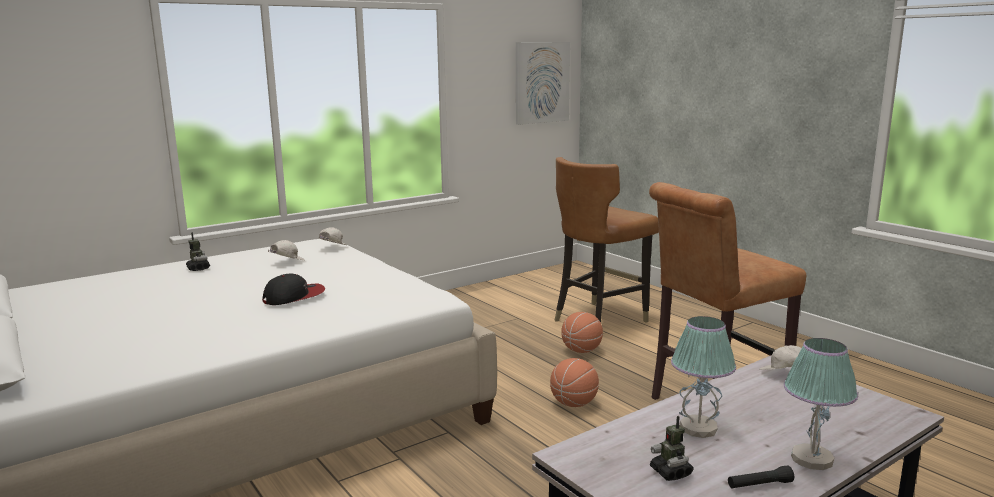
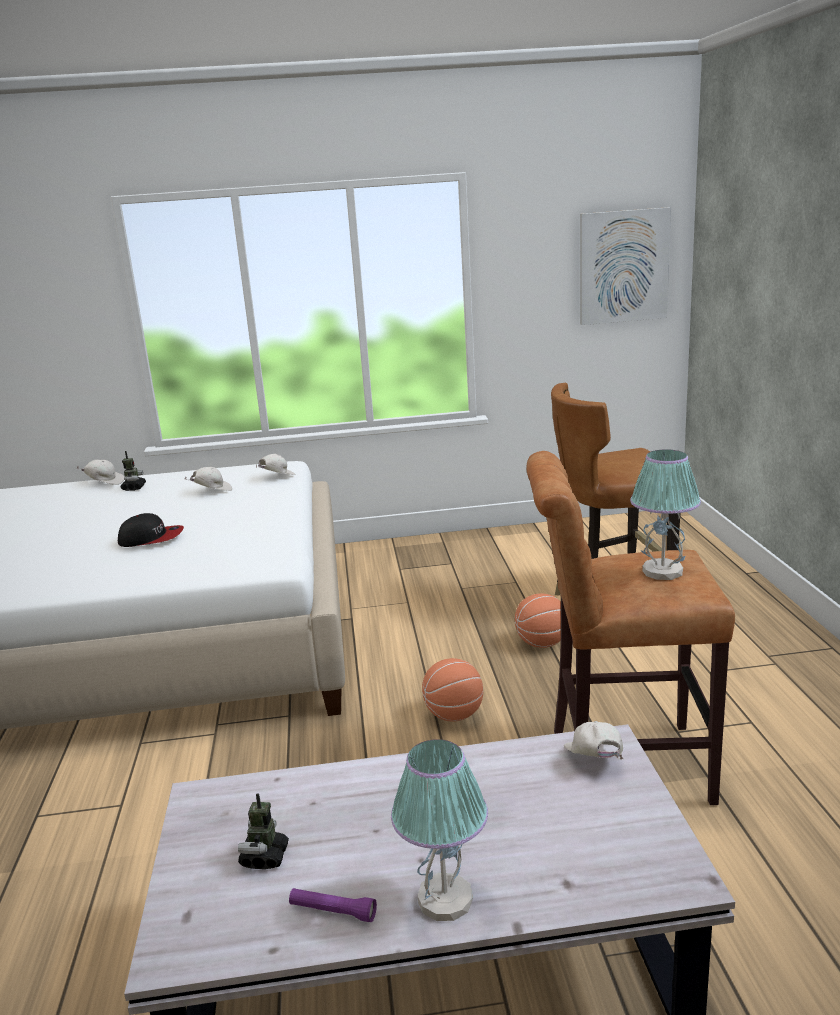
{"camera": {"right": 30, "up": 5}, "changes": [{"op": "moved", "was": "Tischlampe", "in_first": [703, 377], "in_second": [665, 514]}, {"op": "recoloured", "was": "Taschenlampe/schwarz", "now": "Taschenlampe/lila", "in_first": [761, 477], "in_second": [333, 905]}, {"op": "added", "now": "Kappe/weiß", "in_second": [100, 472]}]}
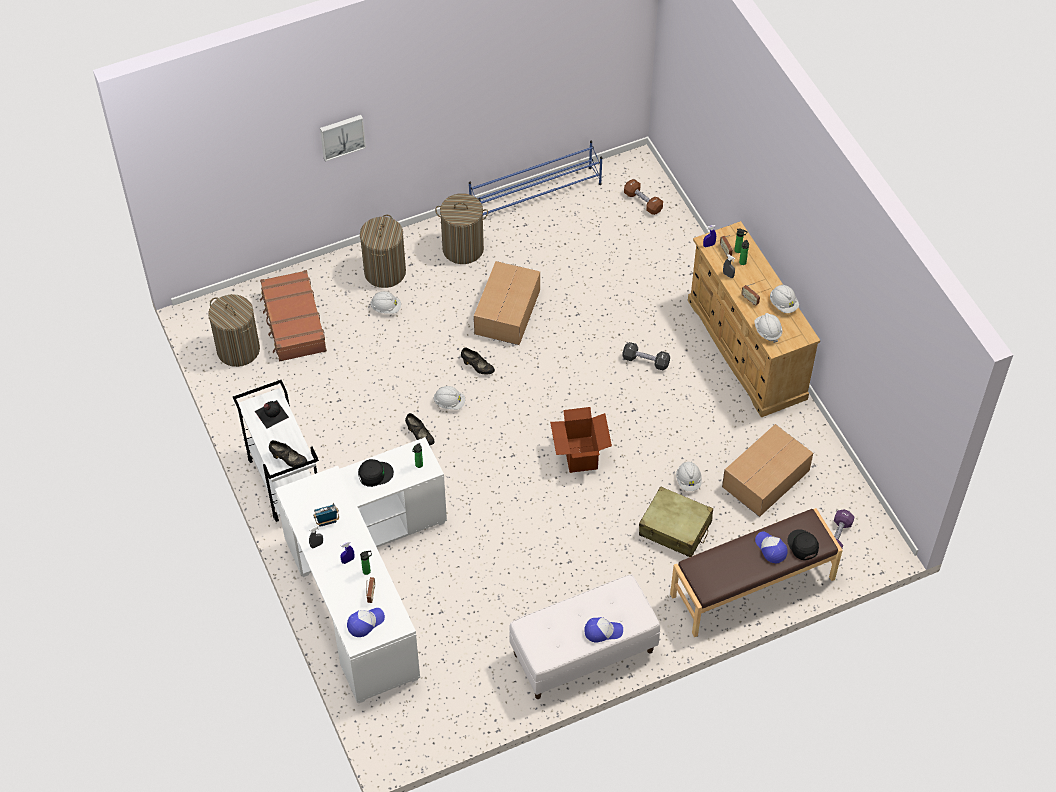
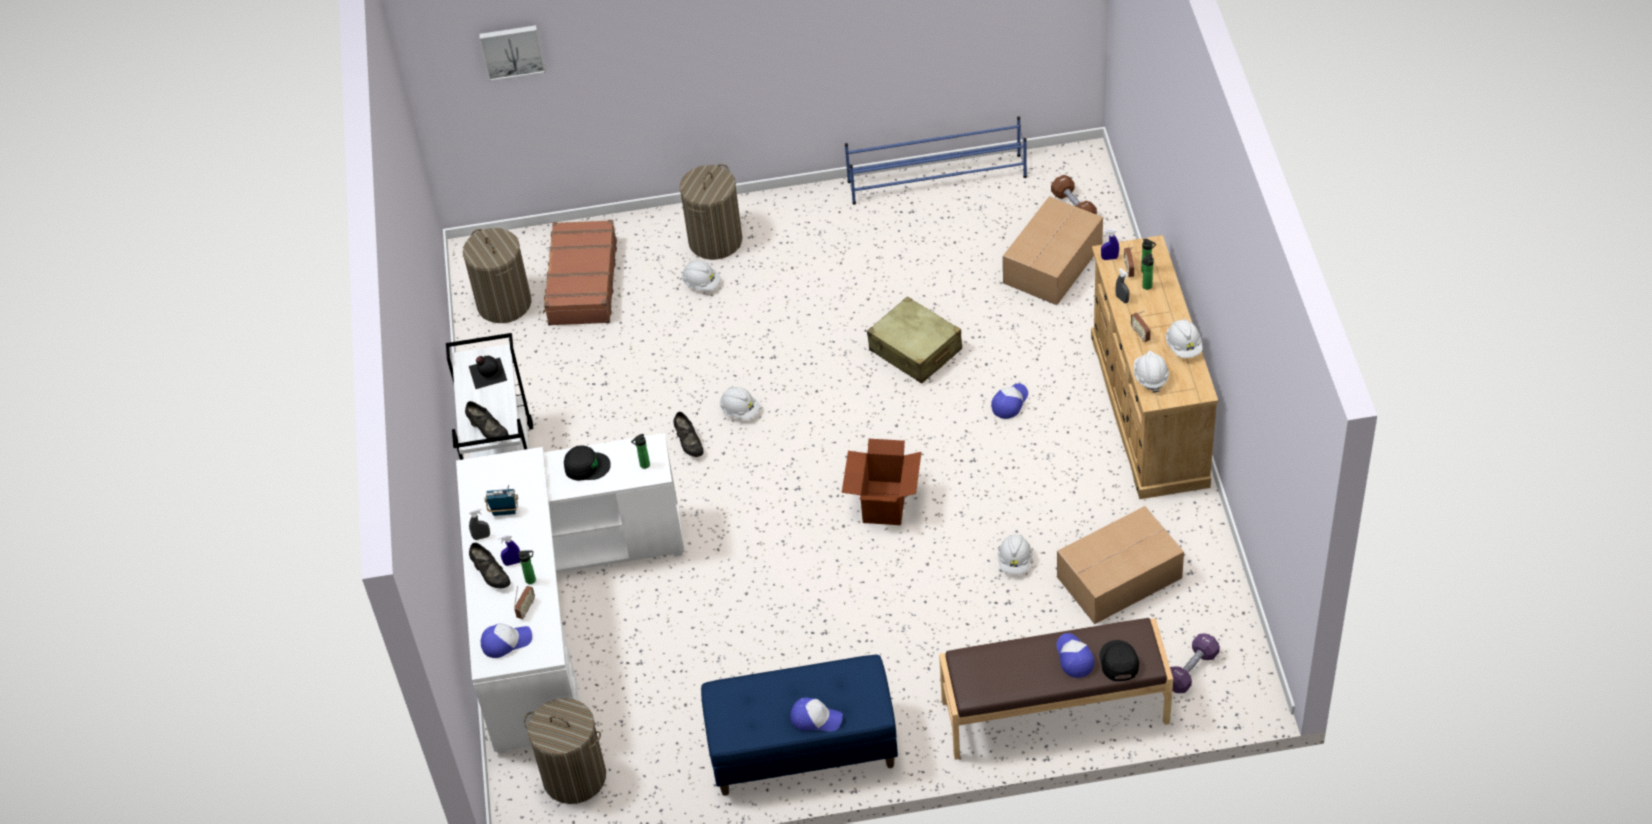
{"camera": {"right": 20, "up": -5}, "changes": [{"op": "moved", "was": "Bild", "in_first": [343, 138], "in_second": [512, 53]}, {"op": "moved", "was": "Wäschekorb", "in_first": [461, 228], "in_second": [565, 751]}, {"op": "moved", "was": "Karton", "in_first": [507, 303], "in_second": [1053, 250]}, {"op": "replaced", "was": "Hantel/schwarz", "now": "Kappe", "in_first": [646, 356], "in_second": [1009, 401]}, {"op": "moved", "was": "Schuh/schwarz", "in_first": [478, 360], "in_second": [490, 566]}, {"op": "moved", "was": "Koffer/beige", "in_first": [676, 521], "in_second": [914, 340]}, {"op": "recoloured", "was": "Bank/weiß", "now": "Bank/blau", "in_first": [584, 636], "in_second": [799, 725]}]}
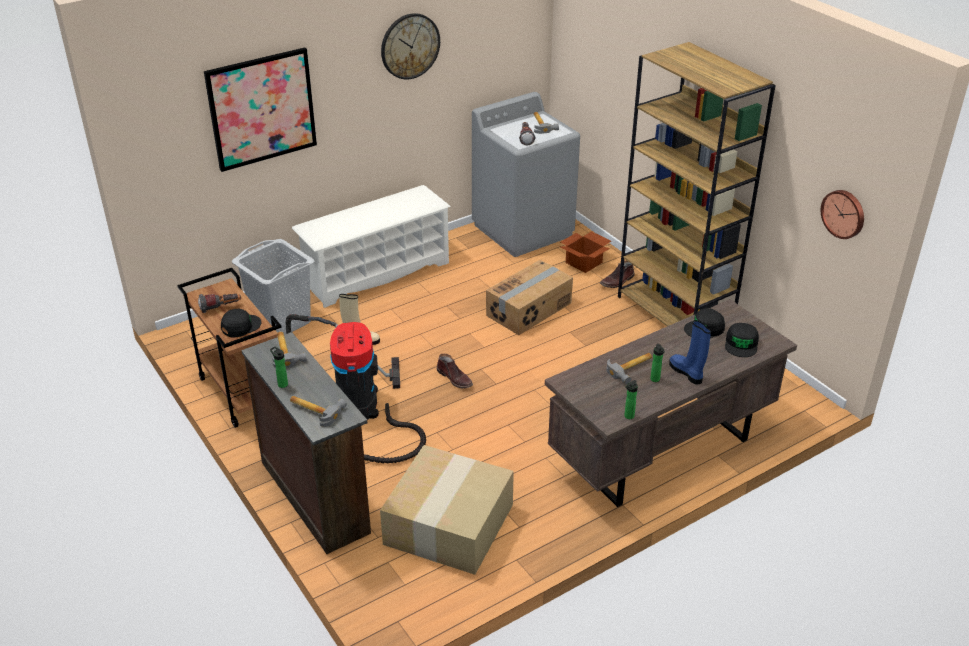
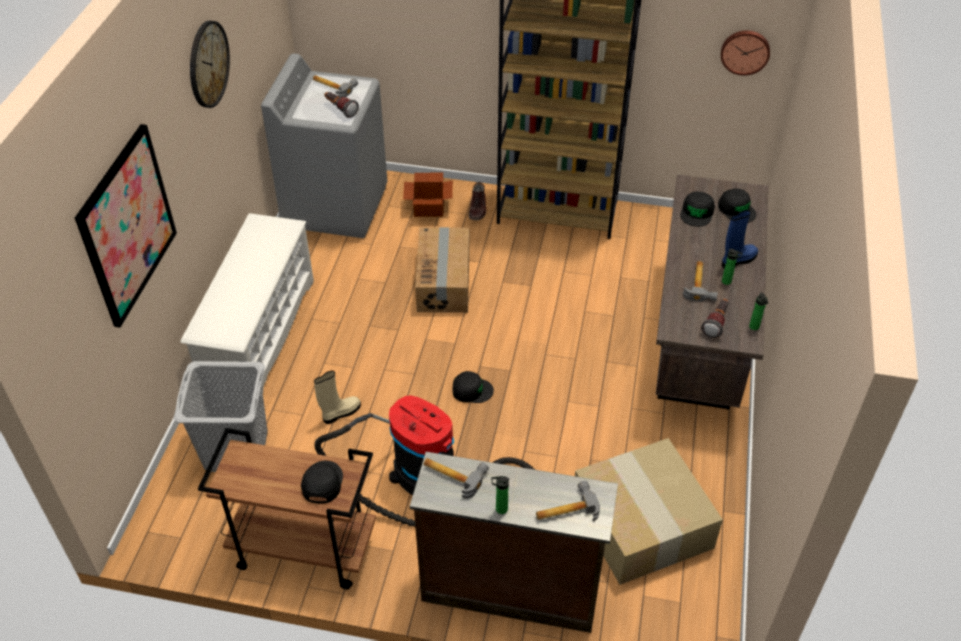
{"camera": {"right": -45, "up": 10}, "changes": [{"op": "moved", "was": "Taschenlampe", "in_first": [219, 303], "in_second": [714, 318]}, {"op": "turned", "was": "Stiefel/blau", "in_first": [690, 352], "in_second": [740, 239], "clockwise": 135}, {"op": "replaced", "was": "Stiefel/braun", "now": "Kappe/schwarz", "in_first": [455, 371], "in_second": [473, 387]}]}
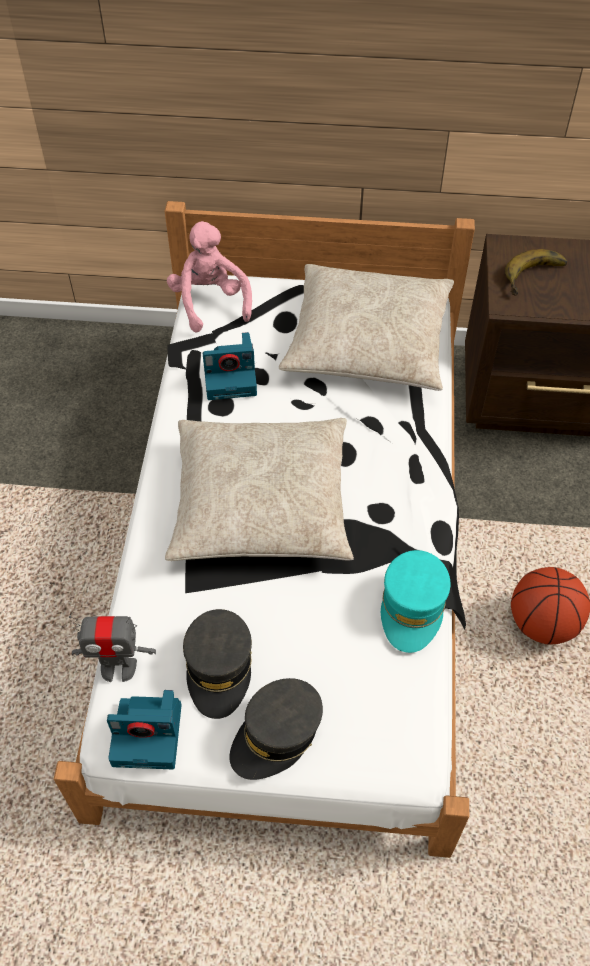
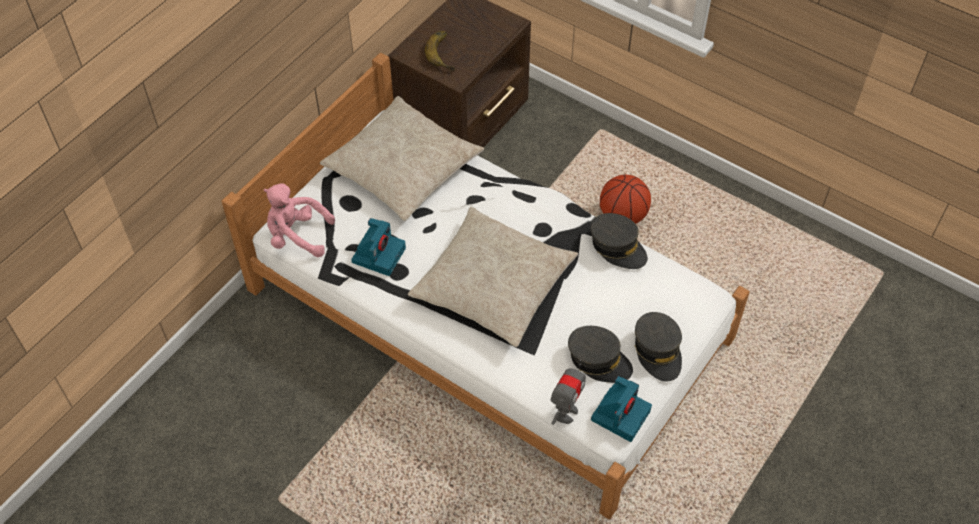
{"camera": {"right": -60, "up": 0}, "changes": [{"op": "recoloured", "was": "Kappe/türkis", "now": "Kappe/grau", "in_first": [416, 601], "in_second": [619, 241]}]}
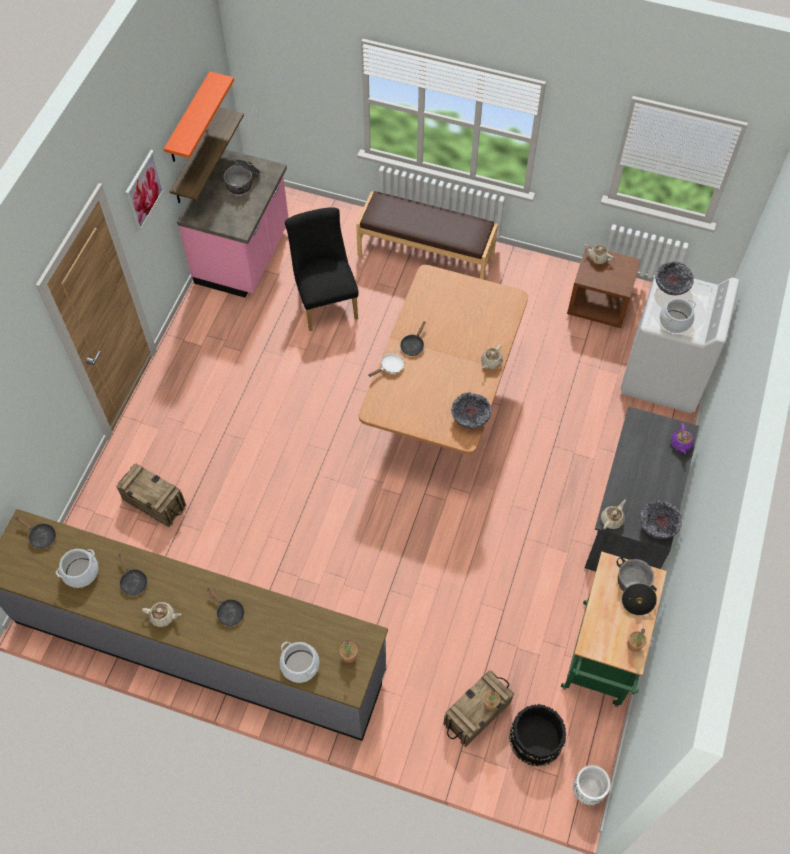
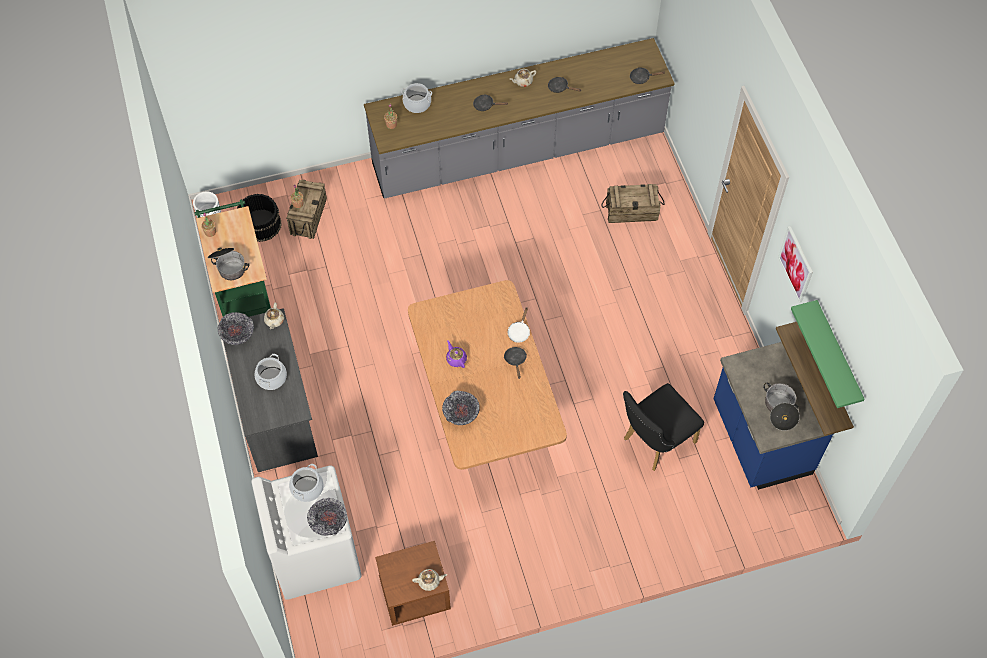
{"camera": {"right": 145, "up": 0}, "changes": [{"op": "recoloured", "was": "Wandregal/orange", "now": "Wandregal/grün", "in_first": [199, 116], "in_second": [827, 354]}, {"op": "recoloured", "was": "Küchenzeile/rosa", "now": "Küchenzeile/blau", "in_first": [233, 223], "in_second": [774, 416]}, {"op": "removed", "was": "Bank/braun", "in_first": [427, 235]}, {"op": "turned", "was": "Stuhl/schwarz", "in_first": [322, 269], "in_second": [663, 427], "clockwise": 105}, {"op": "removed", "was": "Teekanne/beige", "in_first": [492, 356]}, {"op": "moved", "was": "Schüssel", "in_first": [471, 410], "in_second": [461, 408]}, {"op": "moved", "was": "Teekanne/lila", "in_first": [682, 438], "in_second": [456, 354]}, {"op": "moved", "was": "Kochtopf", "in_first": [77, 568], "in_second": [270, 372]}]}
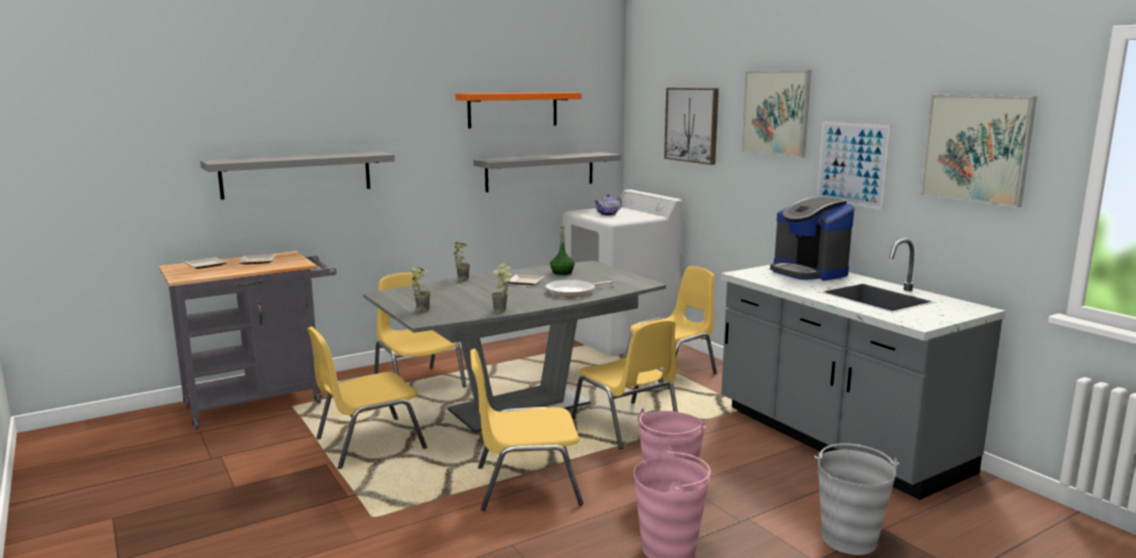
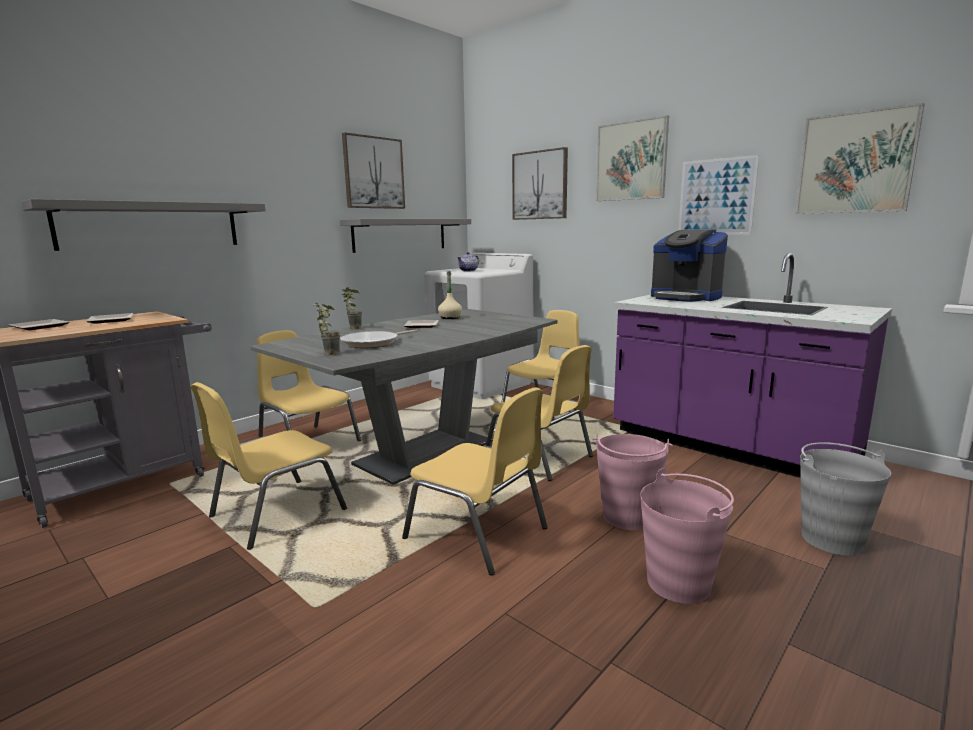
{"camera": {"right": -15, "up": 0}, "changes": [{"op": "replaced", "was": "Wandregal/orange", "now": "Bild", "in_first": [518, 110], "in_second": [373, 170]}, {"op": "recoloured", "was": "Flasche/grün", "now": "Flasche/beige", "in_first": [562, 250], "in_second": [450, 295]}, {"op": "recoloured", "was": "Küchenzeile/grau", "now": "Küchenzeile/lila", "in_first": [863, 369], "in_second": [752, 365]}, {"op": "removed", "was": "Topfpflanze", "in_first": [501, 287]}, {"op": "moved", "was": "Pfanne", "in_first": [580, 288], "in_second": [379, 338]}, {"op": "turned", "was": "Stuhl/gelb", "in_first": [526, 430], "in_second": [475, 481], "clockwise": -120}]}
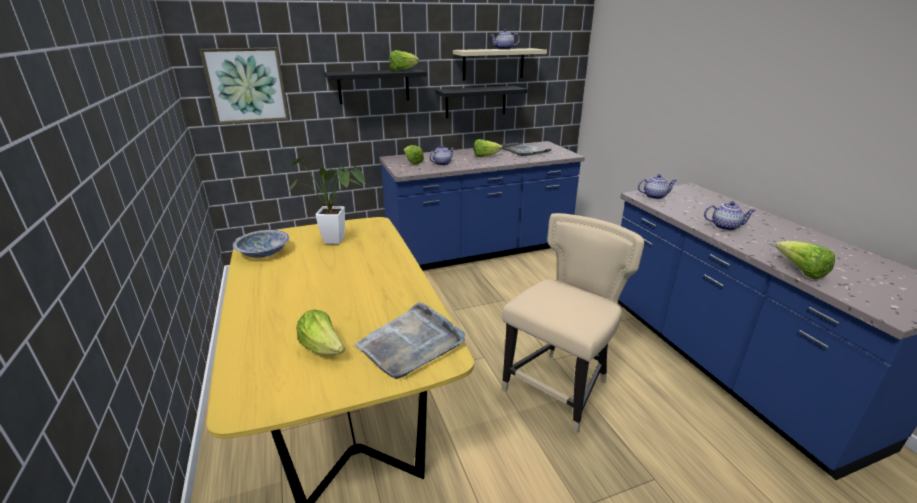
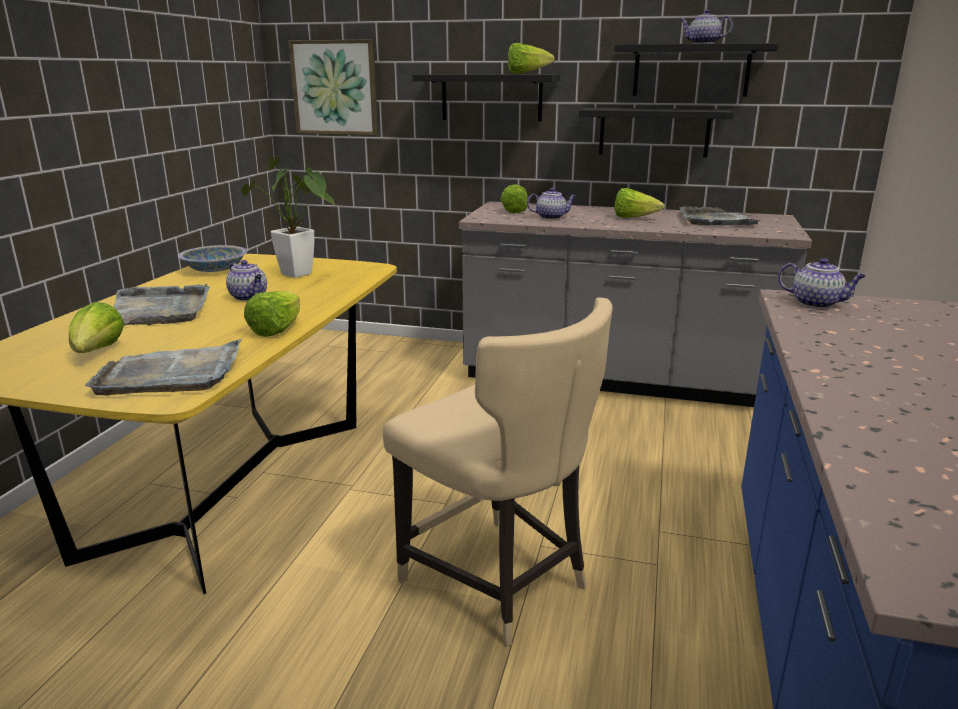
{"camera": {"right": 35, "up": -5}, "changes": [{"op": "recoloured", "was": "Wandregal/beige", "now": "Wandregal/schwarz", "in_first": [500, 64], "in_second": [696, 70]}, {"op": "recoloured", "was": "Küchenzeile/blau", "now": "Küchenzeile/grau", "in_first": [482, 206], "in_second": [635, 304]}, {"op": "moved", "was": "Teekanne", "in_first": [730, 216], "in_second": [246, 280]}, {"op": "turned", "was": "Stuhl/beige", "in_first": [573, 323], "in_second": [498, 472], "clockwise": 60}, {"op": "moved", "was": "Salatkopf", "in_first": [805, 260], "in_second": [272, 314]}, {"op": "added", "now": "Tablett/grau", "in_second": [161, 305]}]}
